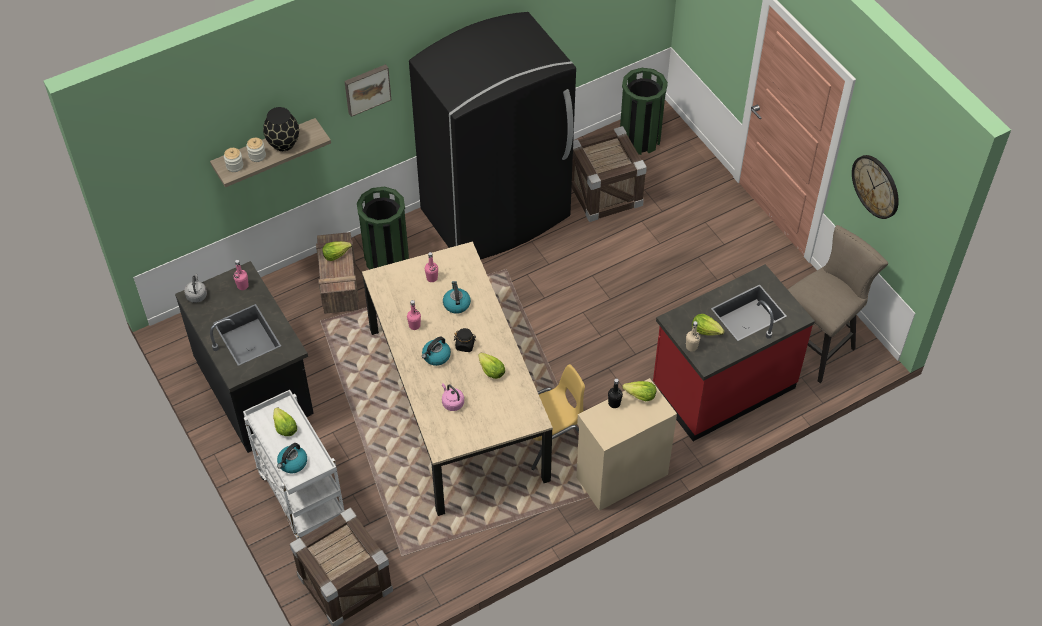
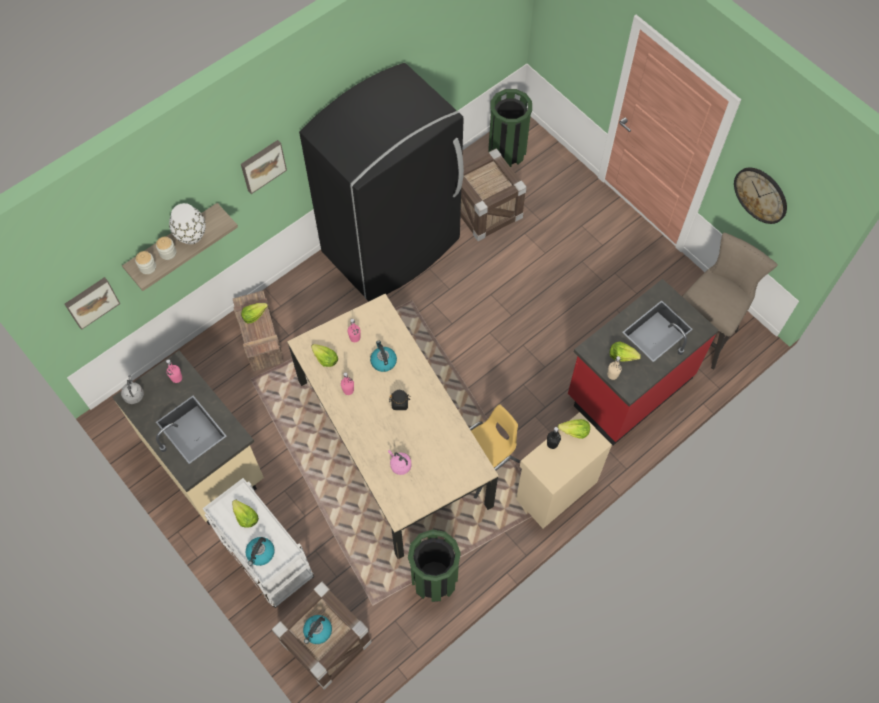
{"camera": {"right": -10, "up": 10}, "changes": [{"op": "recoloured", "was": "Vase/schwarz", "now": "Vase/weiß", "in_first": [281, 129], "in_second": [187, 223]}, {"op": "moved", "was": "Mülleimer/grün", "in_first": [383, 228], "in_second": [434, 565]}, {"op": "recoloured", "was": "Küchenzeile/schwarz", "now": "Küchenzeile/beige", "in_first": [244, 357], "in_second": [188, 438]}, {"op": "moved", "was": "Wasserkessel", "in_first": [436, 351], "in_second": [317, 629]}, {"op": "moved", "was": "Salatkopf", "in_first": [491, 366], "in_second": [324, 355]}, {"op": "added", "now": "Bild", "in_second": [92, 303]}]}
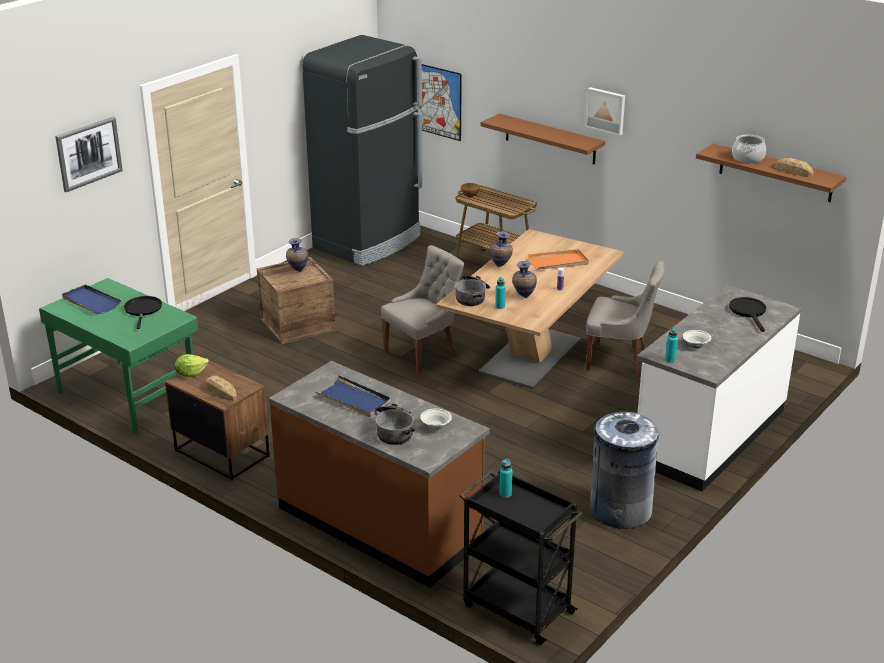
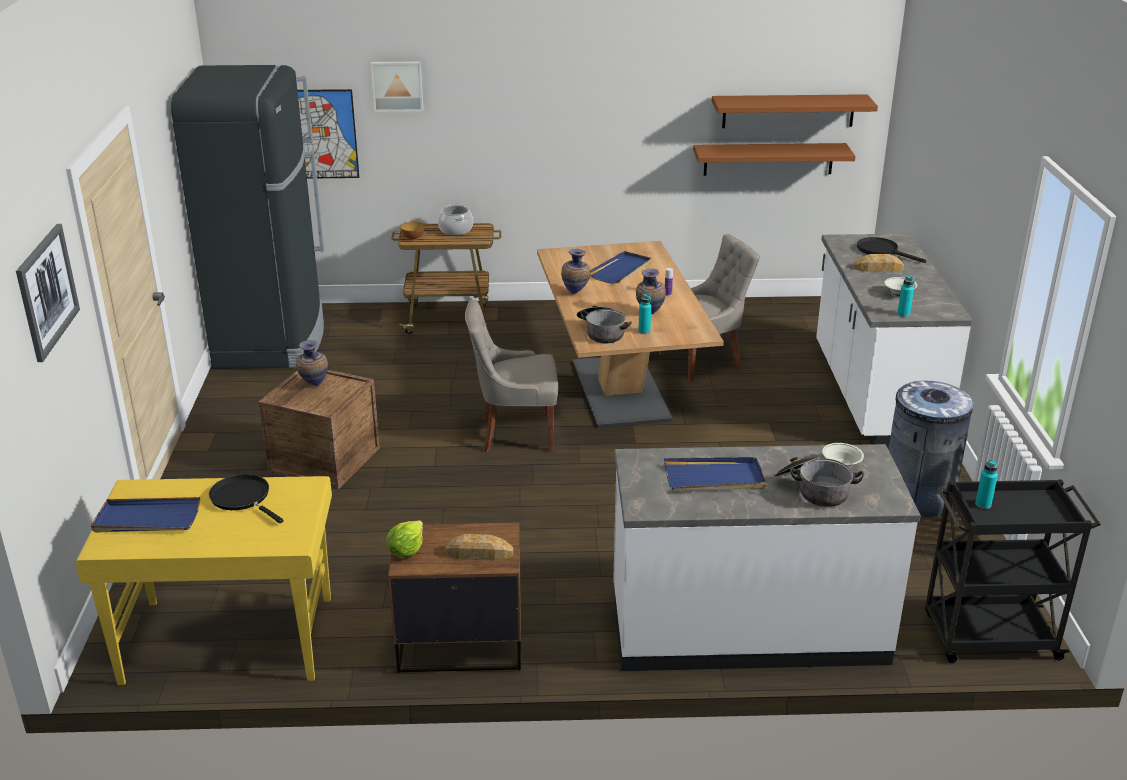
{"camera": {"right": -40, "up": 0}, "changes": [{"op": "moved", "was": "Bild", "in_first": [605, 111], "in_second": [397, 86]}, {"op": "moved", "was": "Wandregal/braun", "in_first": [542, 139], "in_second": [774, 159]}, {"op": "moved", "was": "Kochtopf", "in_first": [749, 149], "in_second": [455, 219]}, {"op": "moved", "was": "Brot", "in_first": [793, 167], "in_second": [878, 263]}, {"op": "turned", "was": "Stuhl/grau", "in_first": [422, 310], "in_second": [511, 376], "clockwise": -105}, {"op": "recoloured", "was": "Tablett/orange", "now": "Tablett/blau", "in_first": [558, 259], "in_second": [621, 267]}, {"op": "recoloured", "was": "Schreibtisch/grün", "now": "Schreibtisch/gelb", "in_first": [118, 356], "in_second": [203, 580]}, {"op": "recoloured", "was": "Küchenzeile/braun", "now": "Küchenzeile/weiß", "in_first": [379, 474], "in_second": [767, 557]}]}
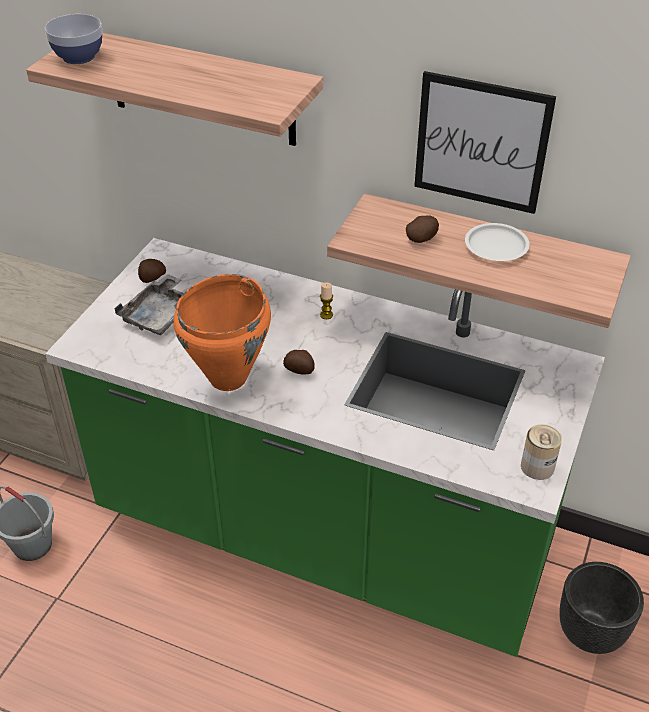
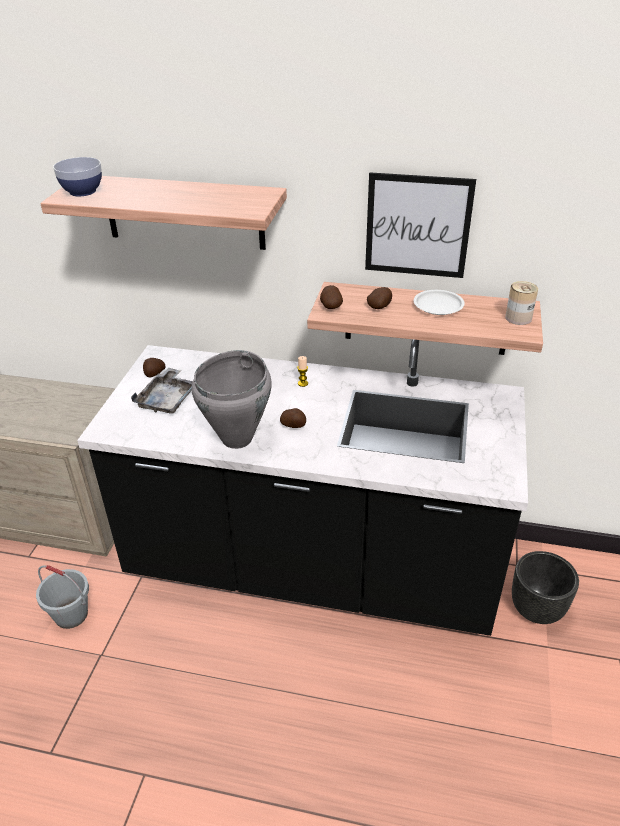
{"camera": {"right": -10, "up": -5}, "changes": [{"op": "recoloured", "was": "Küchenzeile/grün", "now": "Küchenzeile/schwarz", "in_first": [325, 447], "in_second": [302, 487]}, {"op": "recoloured", "was": "Kochtopf/orange", "now": "Kochtopf/grau", "in_first": [222, 332], "in_second": [232, 399]}, {"op": "moved", "was": "Dose", "in_first": [541, 452], "in_second": [521, 303]}, {"op": "added", "now": "Kartoffel", "in_second": [331, 297]}]}
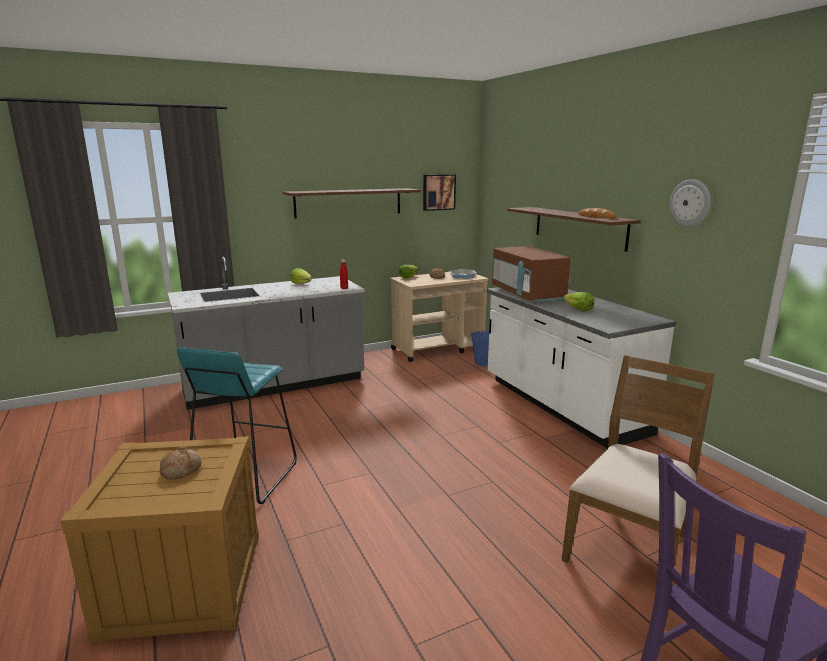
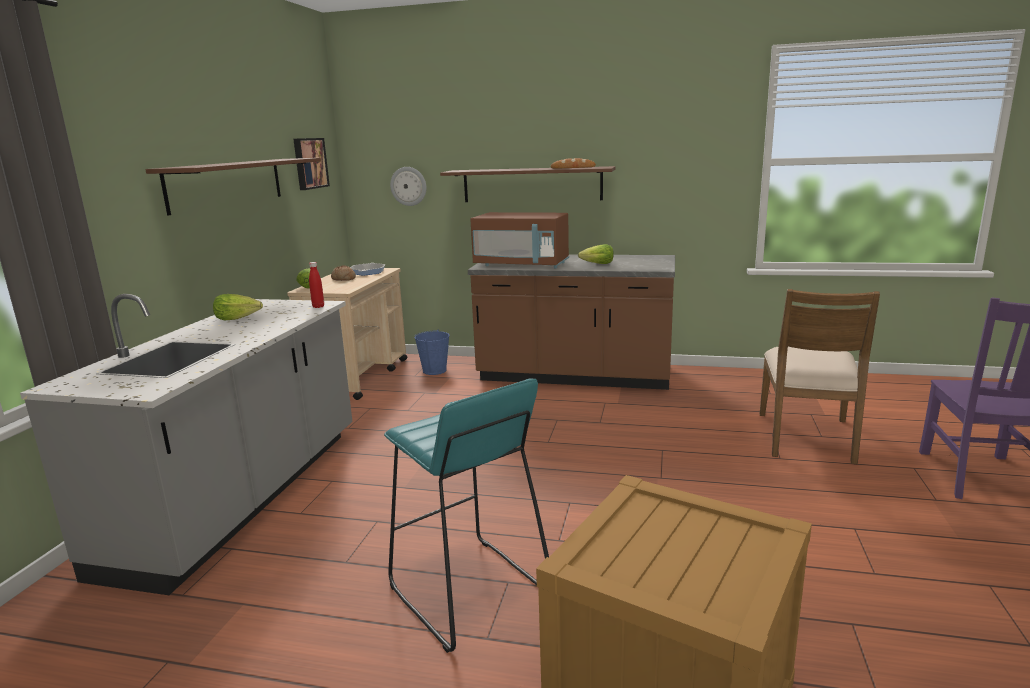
{"camera": {"right": -50, "up": 0}, "changes": [{"op": "moved", "was": "Wanduhr", "in_first": [690, 203], "in_second": [408, 186]}, {"op": "recoloured", "was": "Küchenzeile/weiß", "now": "Küchenzeile/braun", "in_first": [581, 368], "in_second": [571, 322]}, {"op": "turned", "was": "Stuhl/braun", "in_first": [638, 461], "in_second": [820, 376], "clockwise": -150}, {"op": "removed", "was": "Brot", "in_first": [180, 463]}]}
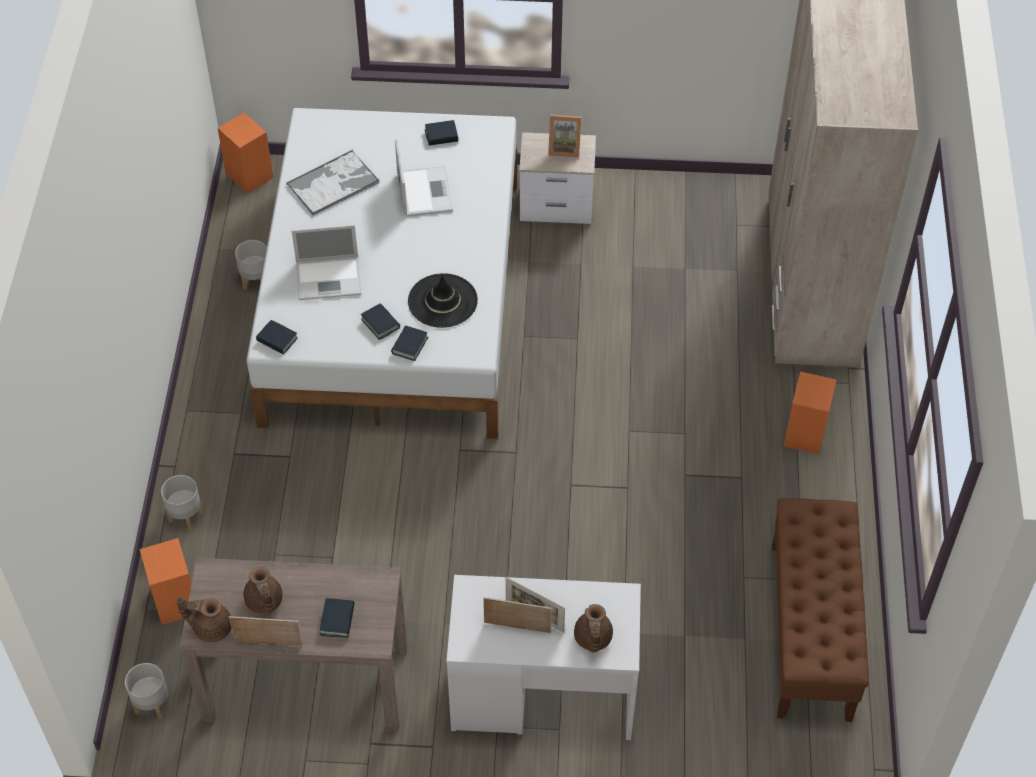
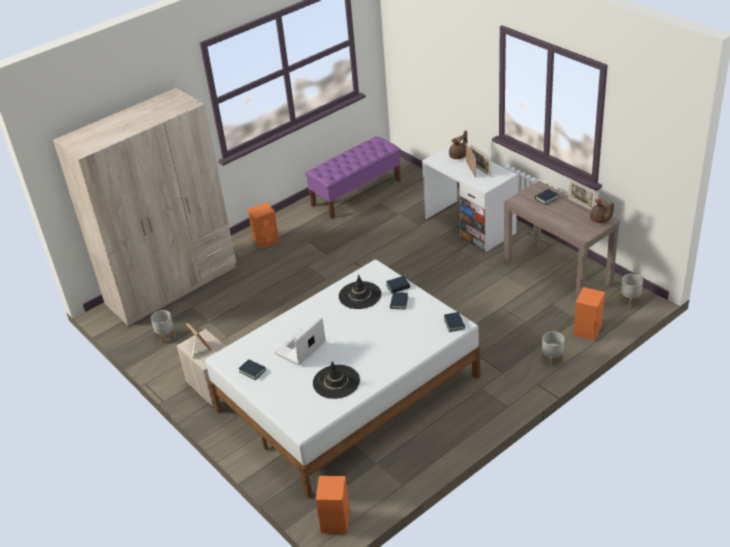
{"camera": {"right": -130, "up": -15}, "changes": [{"op": "replaced", "was": "Tablett", "now": "Hut/schwarz", "in_first": [333, 182], "in_second": [336, 380]}, {"op": "removed", "was": "Laptop", "in_first": [326, 262]}, {"op": "moved", "was": "Pflanzkübel/grau", "in_first": [251, 264], "in_second": [163, 327]}, {"op": "recoloured", "was": "Bank/braun", "now": "Bank/lila", "in_first": [820, 610], "in_second": [353, 177]}, {"op": "removed", "was": "Teekanne/braun", "in_first": [263, 590]}]}
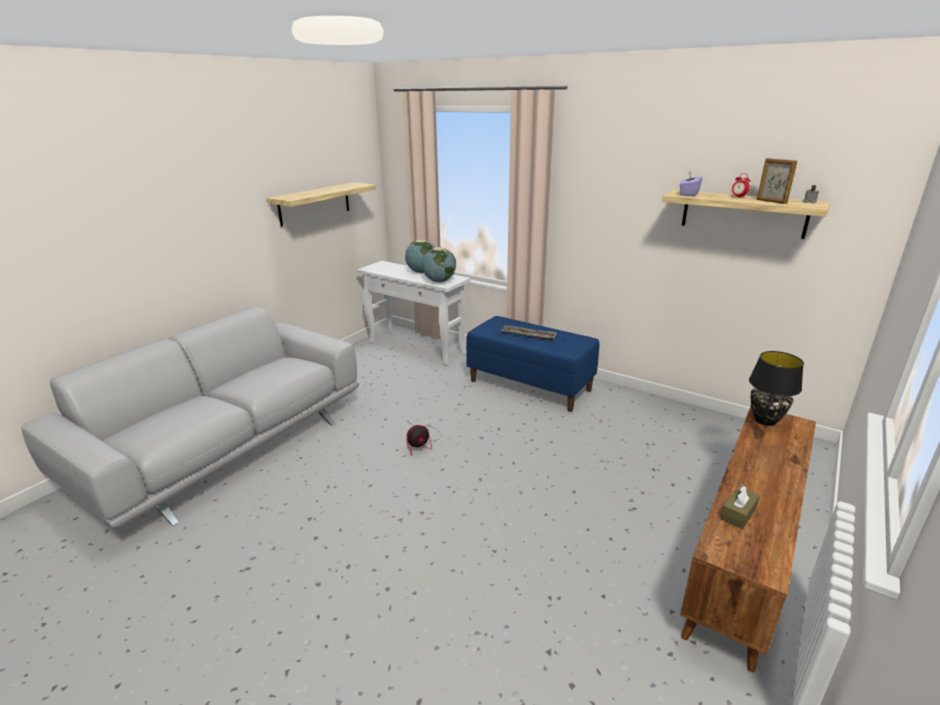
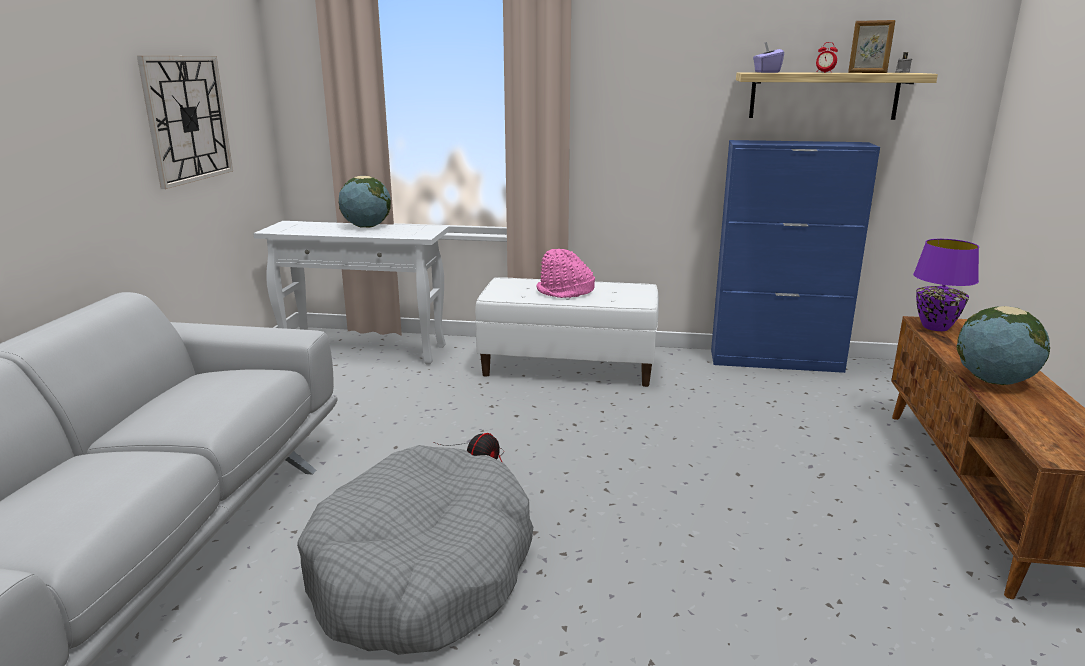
{"camera": {"right": -25, "up": -5}, "changes": [{"op": "replaced", "was": "Wandregal", "now": "Wanduhr", "in_first": [321, 204], "in_second": [185, 122]}, {"op": "moved", "was": "Globus", "in_first": [439, 264], "in_second": [1003, 345]}, {"op": "recoloured", "was": "Bank/blau", "now": "Bank/weiß", "in_first": [533, 364], "in_second": [567, 332]}, {"op": "replaced", "was": "Tablett", "now": "Hut/rosa", "in_first": [529, 333], "in_second": [565, 273]}, {"op": "recoloured", "was": "Tischlampe/schwarz", "now": "Tischlampe/lila", "in_first": [776, 388], "in_second": [946, 285]}, {"op": "removed", "was": "Taschentuchbox/braun", "in_first": [740, 506]}, {"op": "added", "now": "Schrank/blau", "in_second": [795, 256]}, {"op": "added", "now": "Hundebett/grau", "in_second": [415, 550]}]}
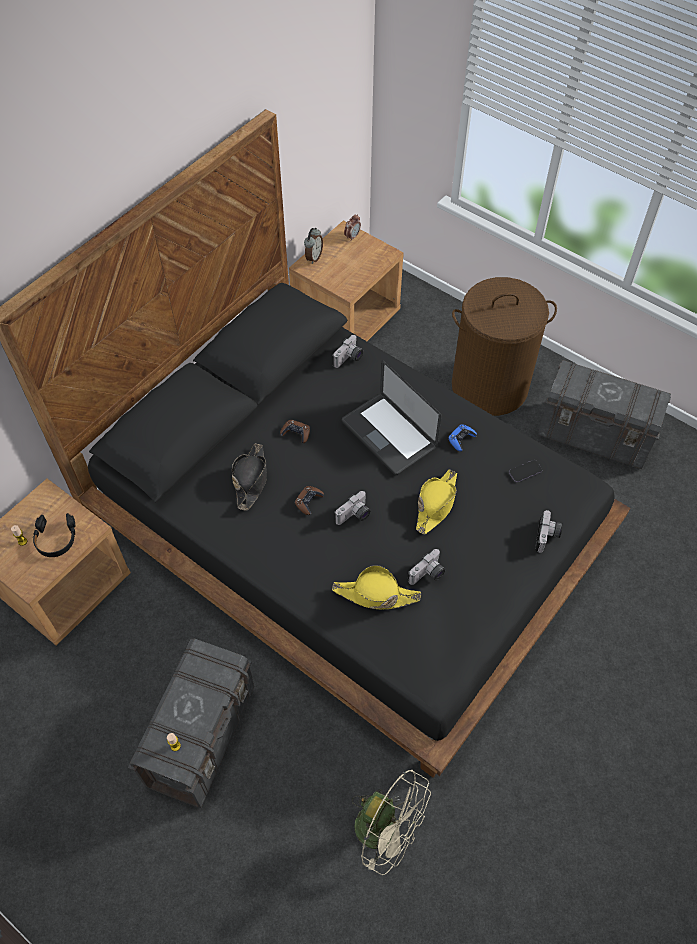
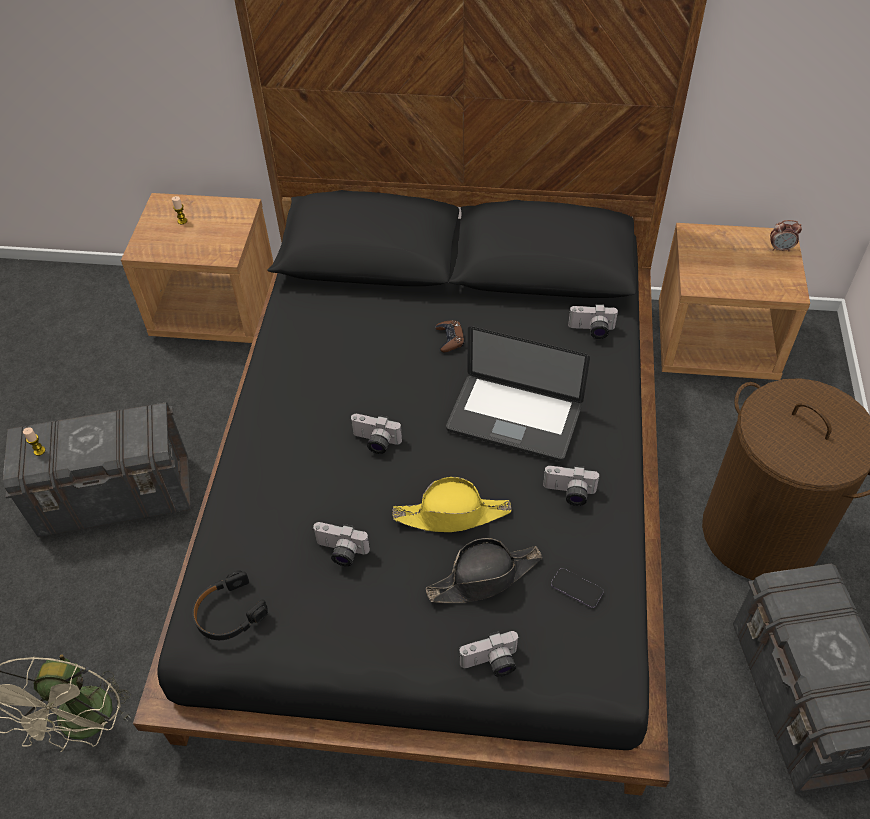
{"camera": {"right": 60, "up": -5}, "changes": [{"op": "removed", "was": "Wecker", "in_first": [313, 246]}, {"op": "turned", "was": "Laptop", "in_first": [392, 417], "in_second": [518, 393], "clockwise": -90}, {"op": "replaced", "was": "Gamepad/blau", "now": "Kamera", "in_first": [462, 437], "in_second": [571, 486]}, {"op": "moved", "was": "Hut/schwarz", "in_first": [249, 477], "in_second": [484, 570]}, {"op": "removed", "was": "Gamepad/braun", "in_first": [309, 500]}, {"op": "moved", "was": "Kopfhörer/schwarz", "in_first": [54, 535], "in_second": [230, 605]}, {"op": "removed", "was": "Hut/gelb", "in_first": [376, 587]}]}
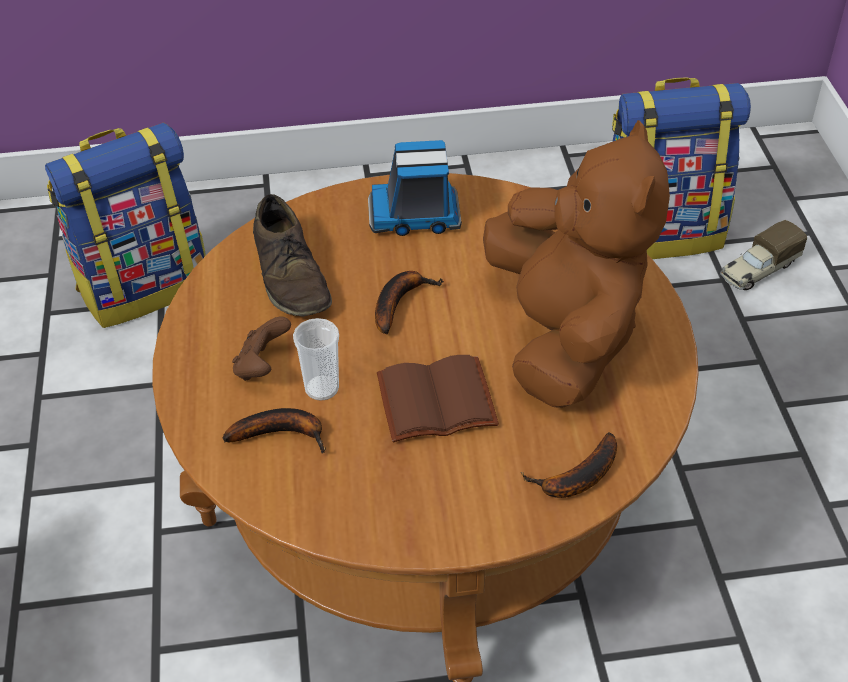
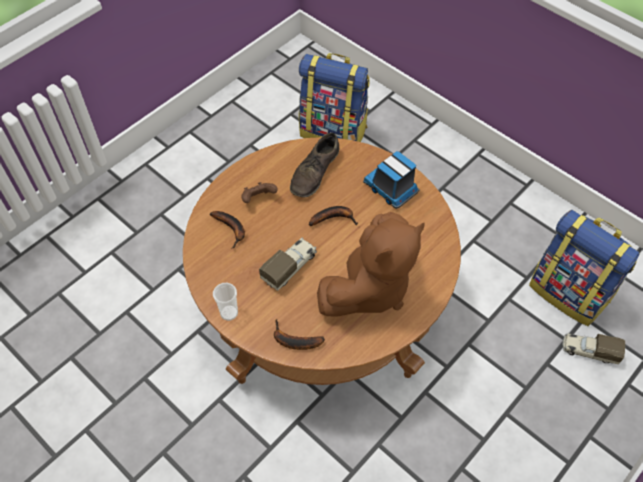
{"camera": {"right": 50, "up": 10}, "changes": [{"op": "moved", "was": "Tasse", "in_first": [316, 359], "in_second": [225, 302]}, {"op": "replaced", "was": "Buch/braun", "now": "Spielzeuglaster", "in_first": [438, 398], "in_second": [288, 264]}]}
